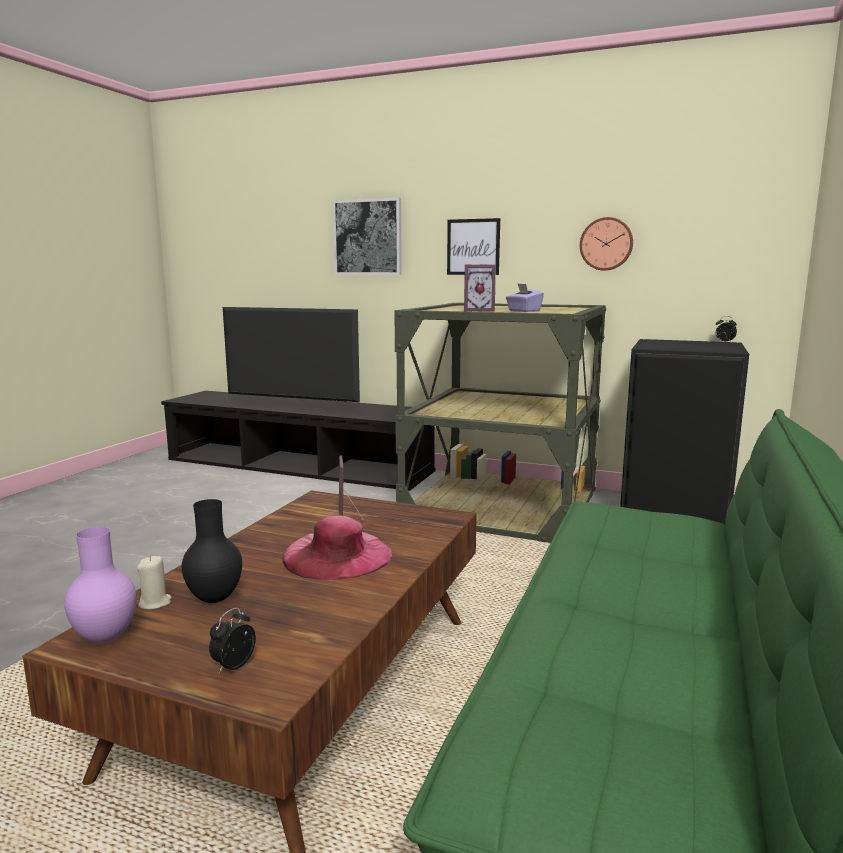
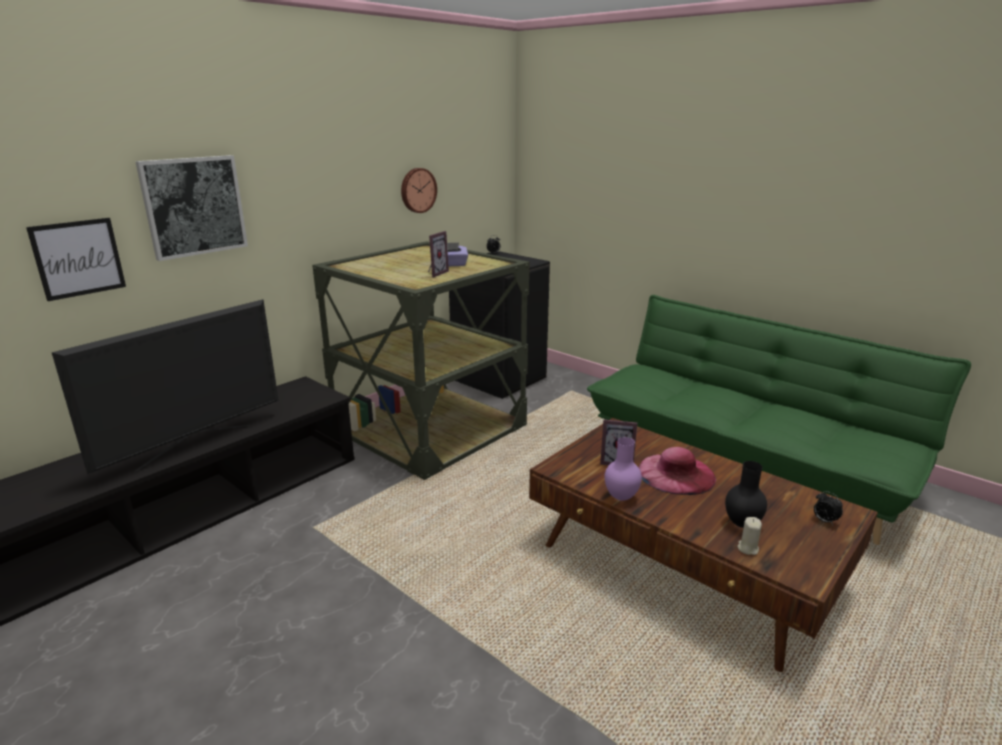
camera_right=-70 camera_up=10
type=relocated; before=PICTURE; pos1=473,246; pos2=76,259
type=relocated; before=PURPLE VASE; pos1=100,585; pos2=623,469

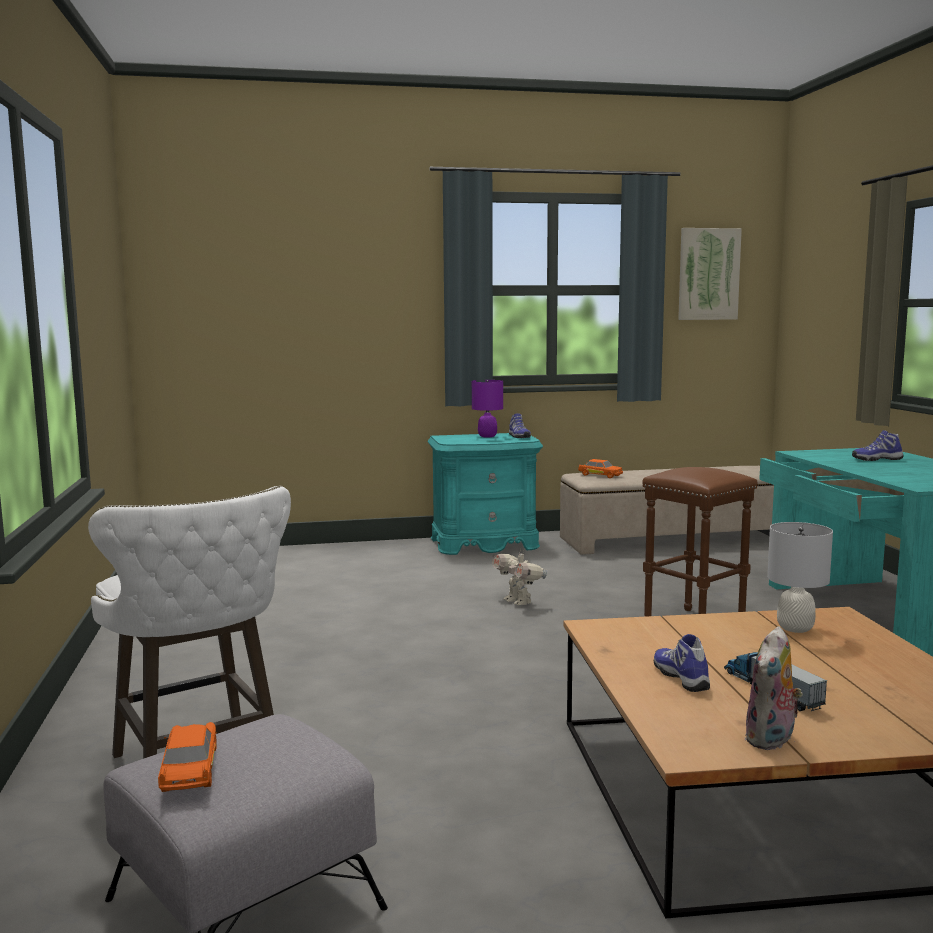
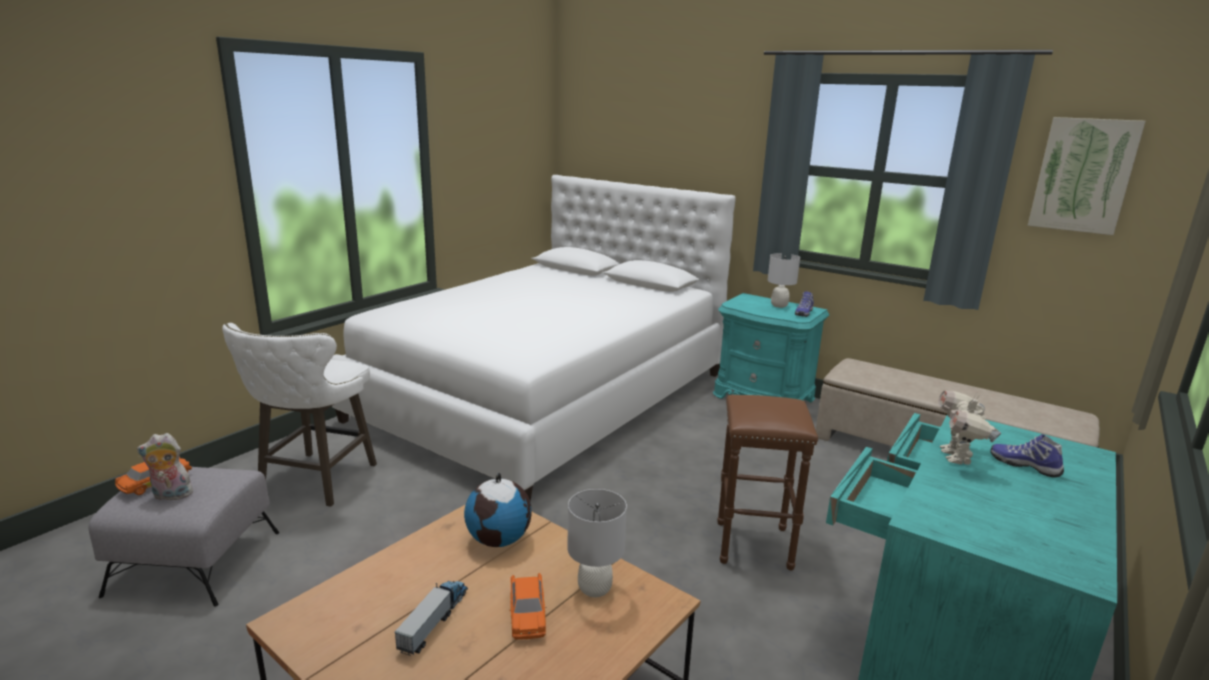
camera_right=45 camera_up=10
type=colour; before=PURPLE TABLE LAMP; after=GREY TABLE LAMP; pos1=487,408; pos2=784,280
type=relocated; before=ORANGE TOY CAR; pos1=600,468; pos2=528,606
type=relocated; before=TOY ROBOT; pos1=520,576; pos2=969,428
type=relocated; before=PLUSH TOY; pos1=773,688; pos2=165,466
type=missing; before=SHOE; pos1=682,663
type=appeared; after=WHITE BED; pos2=533,338
type=appeared; after=GLOBE; pos2=498,510

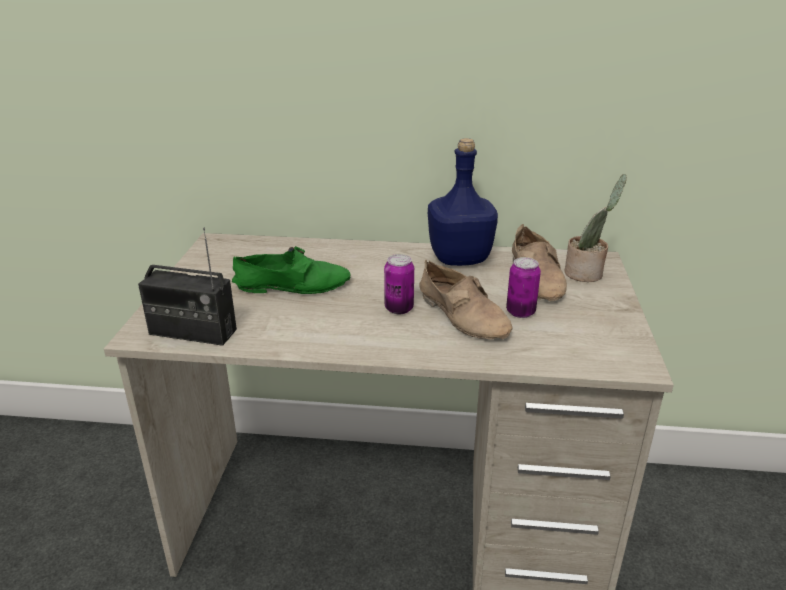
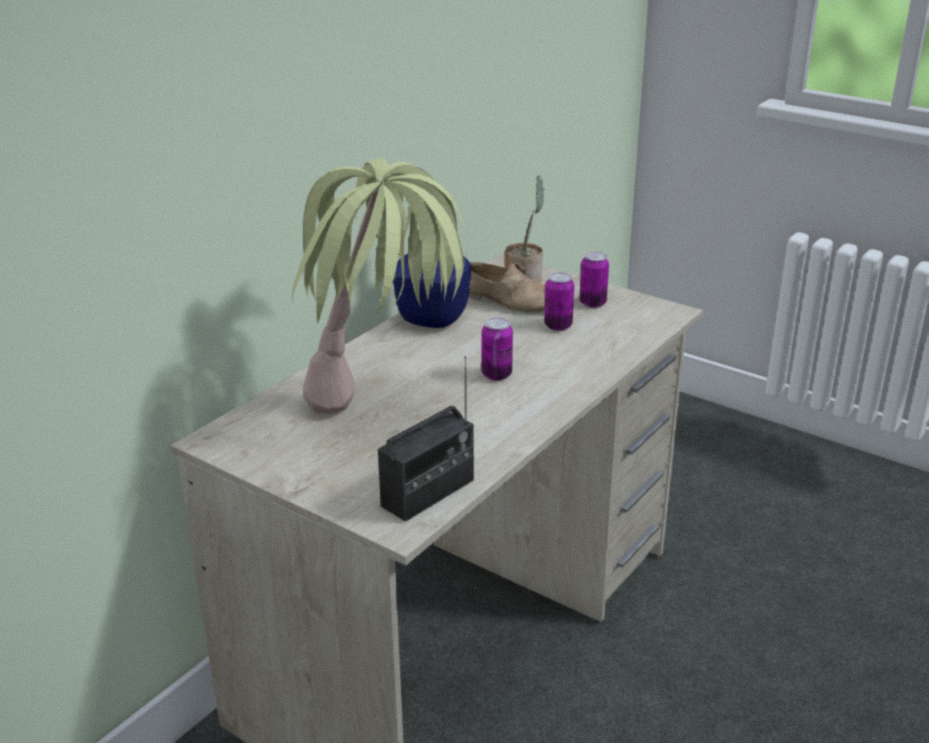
camera_right=-60 camera_up=0
type=exchanged; before=GREEN SHOE; after=POTTED PLANT; pos1=291,270; pos2=379,285
type=missing; before=BEIGE SHOE; pos1=466,300
type=appeared; after=CAN; pos2=594,280

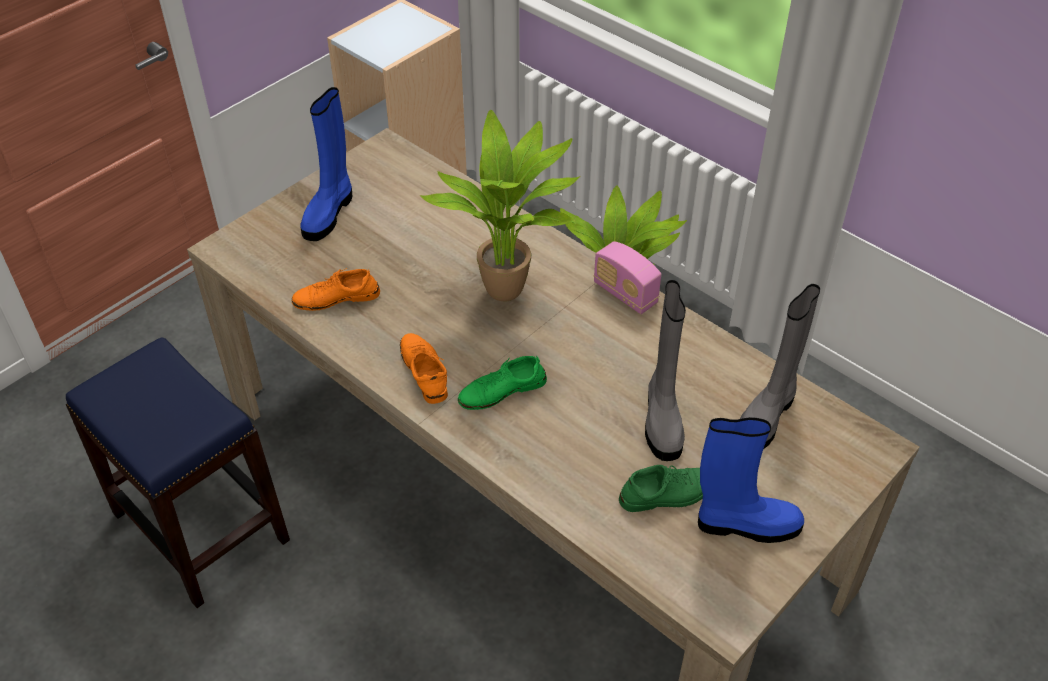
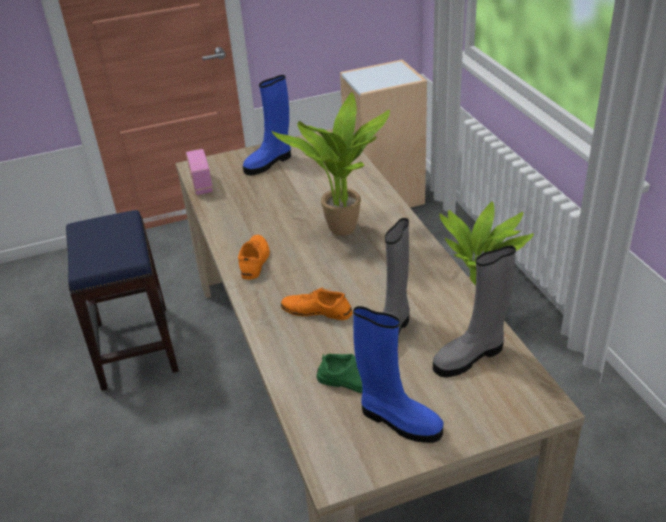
camera_right=30 camera_up=-10
type=relocated; before=RADIO; pos1=627,277; pos2=199,172
type=relocated; before=ORANGE SHOE; pos1=336,289; pos2=316,304
type=missing; before=GREEN SHOE; pos1=502,383

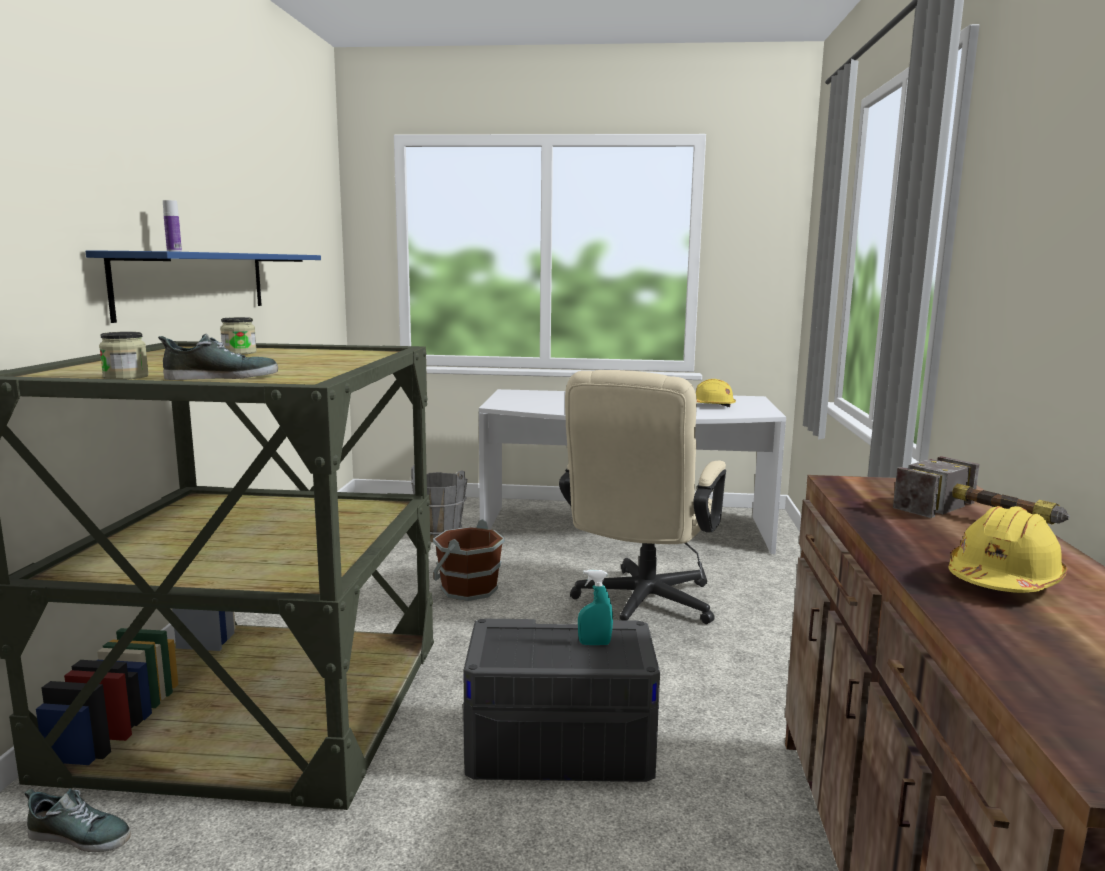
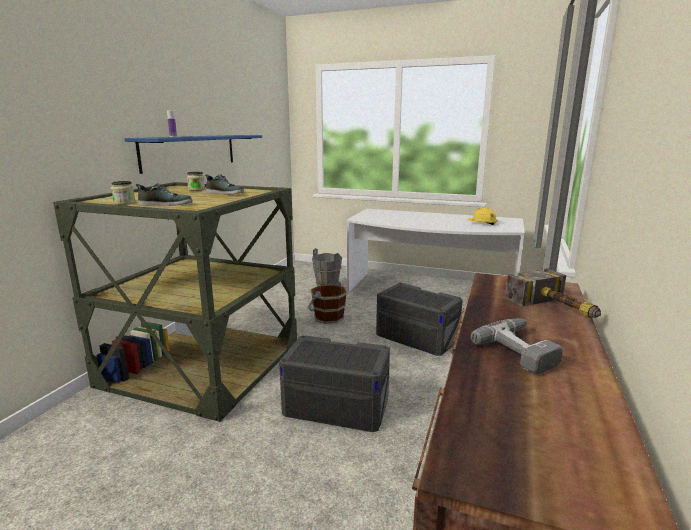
camera_right=15 camera_up=5
type=exchanged; before=BEIGE OFFICE CHAIR; after=GREY STORAGE BOX; pos1=642,497; pos2=419,319
type=exchanged; before=YELLOW HARD HAT; after=POWER DRILL; pos1=1008,549; pos2=517,346
type=missing; before=TURQUOISE SPRAY BOTTLE; pos1=595,607
type=relocated; before=SHOE; pos1=77,820; pos2=224,184

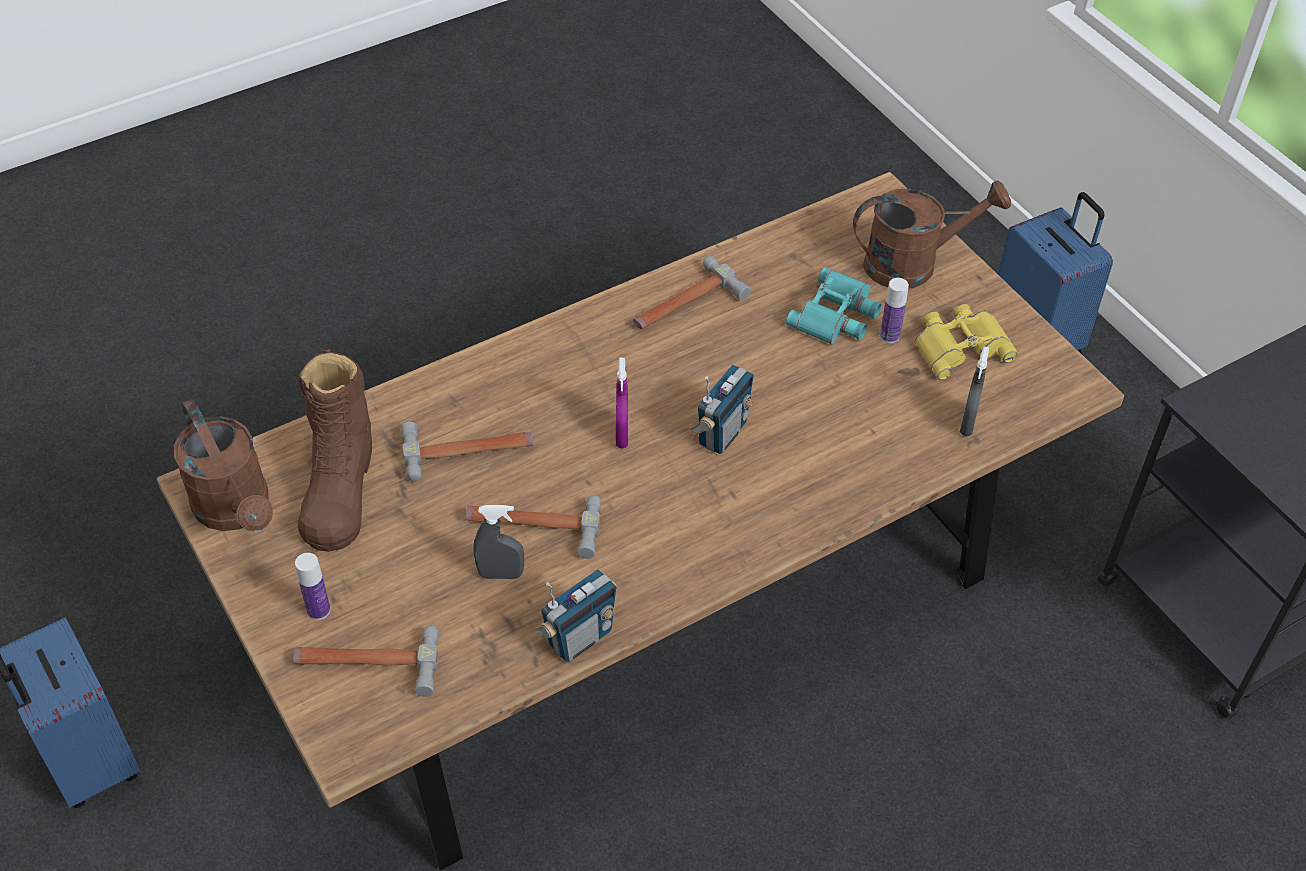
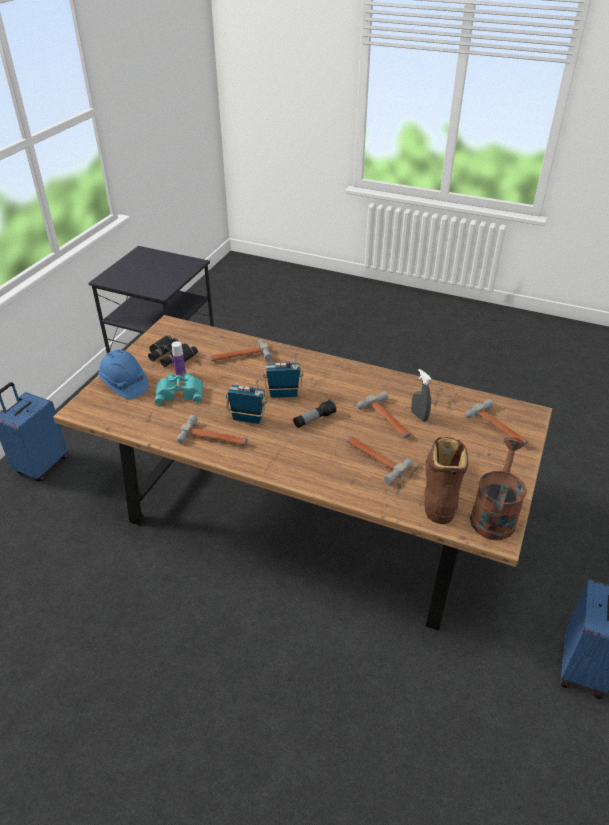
camera_right=-125 camera_up=-10
type=exchanged; before=BROWN WATERING CAN; after=BLUE HARD HAT; pos1=932,234; pos2=123,374
type=colour; before=YELLOW BINOCULARS; after=BLACK BINOCULARS; pos1=966,342; pos2=173,351
type=missing; before=GREY SPRAY BOTTLE; pos1=974,391
type=spun; before=BROWN BOOT; pos1=335,450; pos2=446,480; turn=-45
type=exchanged; before=PURPLE SPRAY BOTTLE; after=FLASHLIGHT; pos1=622,403; pos2=315,413
type=missing; before=BOTTLE; pos1=312,586
type=relocated; before=RADIO; pos1=576,615; pos2=247,401
type=appeared; after=HAMMER; pos2=241,350

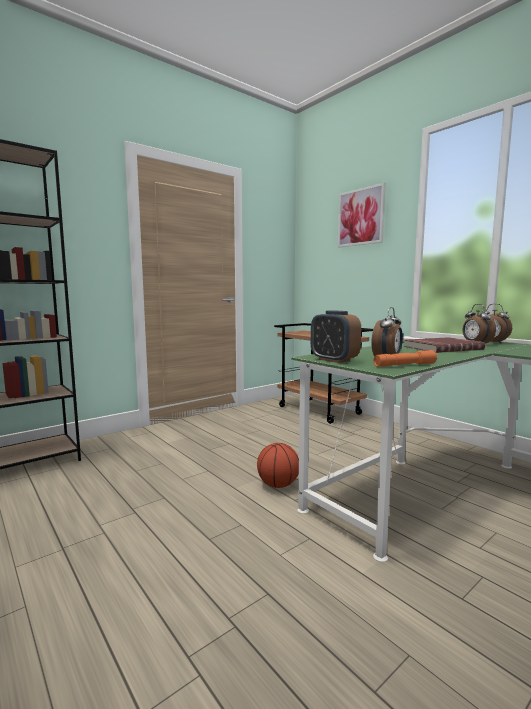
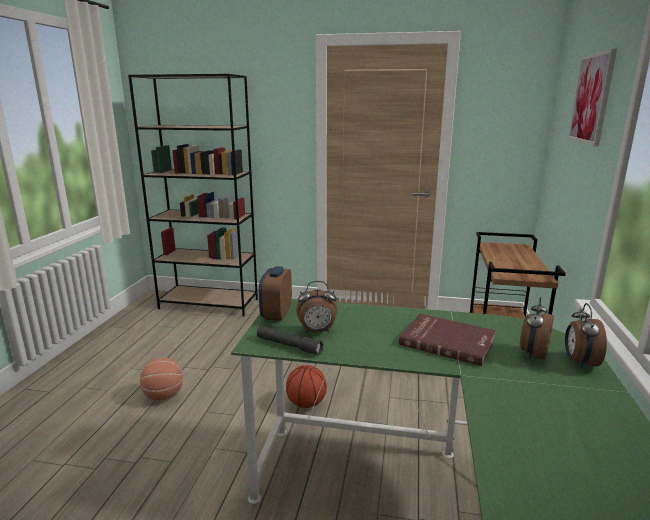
camera_right=50 camera_up=10
type=colour; before=ORANGE FLASHLIGHT; after=GREY FLASHLIGHT; pos1=405,358; pos2=290,341
type=appeared; after=BASKETBALL; pos2=161,379

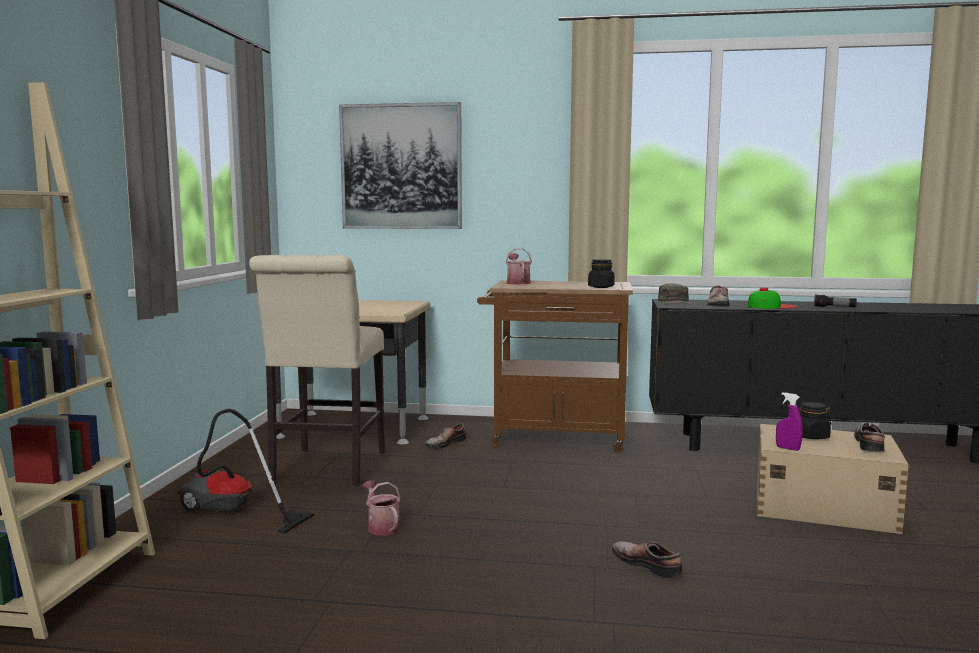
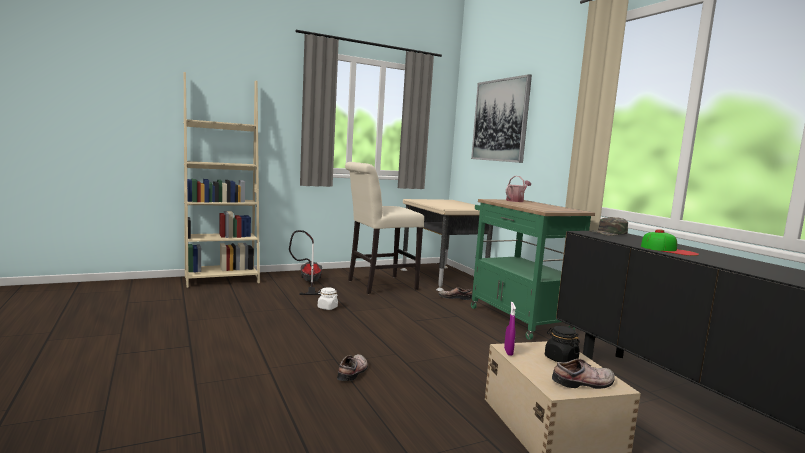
camera_right=55 camera_up=0
type=missing; before=BLACK JAR; pos1=601,273
type=colour; before=BROWN CART; after=GREEN CART; pos1=555,366; pos2=533,269
type=missing; before=SHOE; pos1=718,296
type=missing; before=FLASHLIGHT; pos1=835,301
type=exchanged; before=WATERING CAN; after=WHITE JAR; pos1=381,508; pos2=328,299

